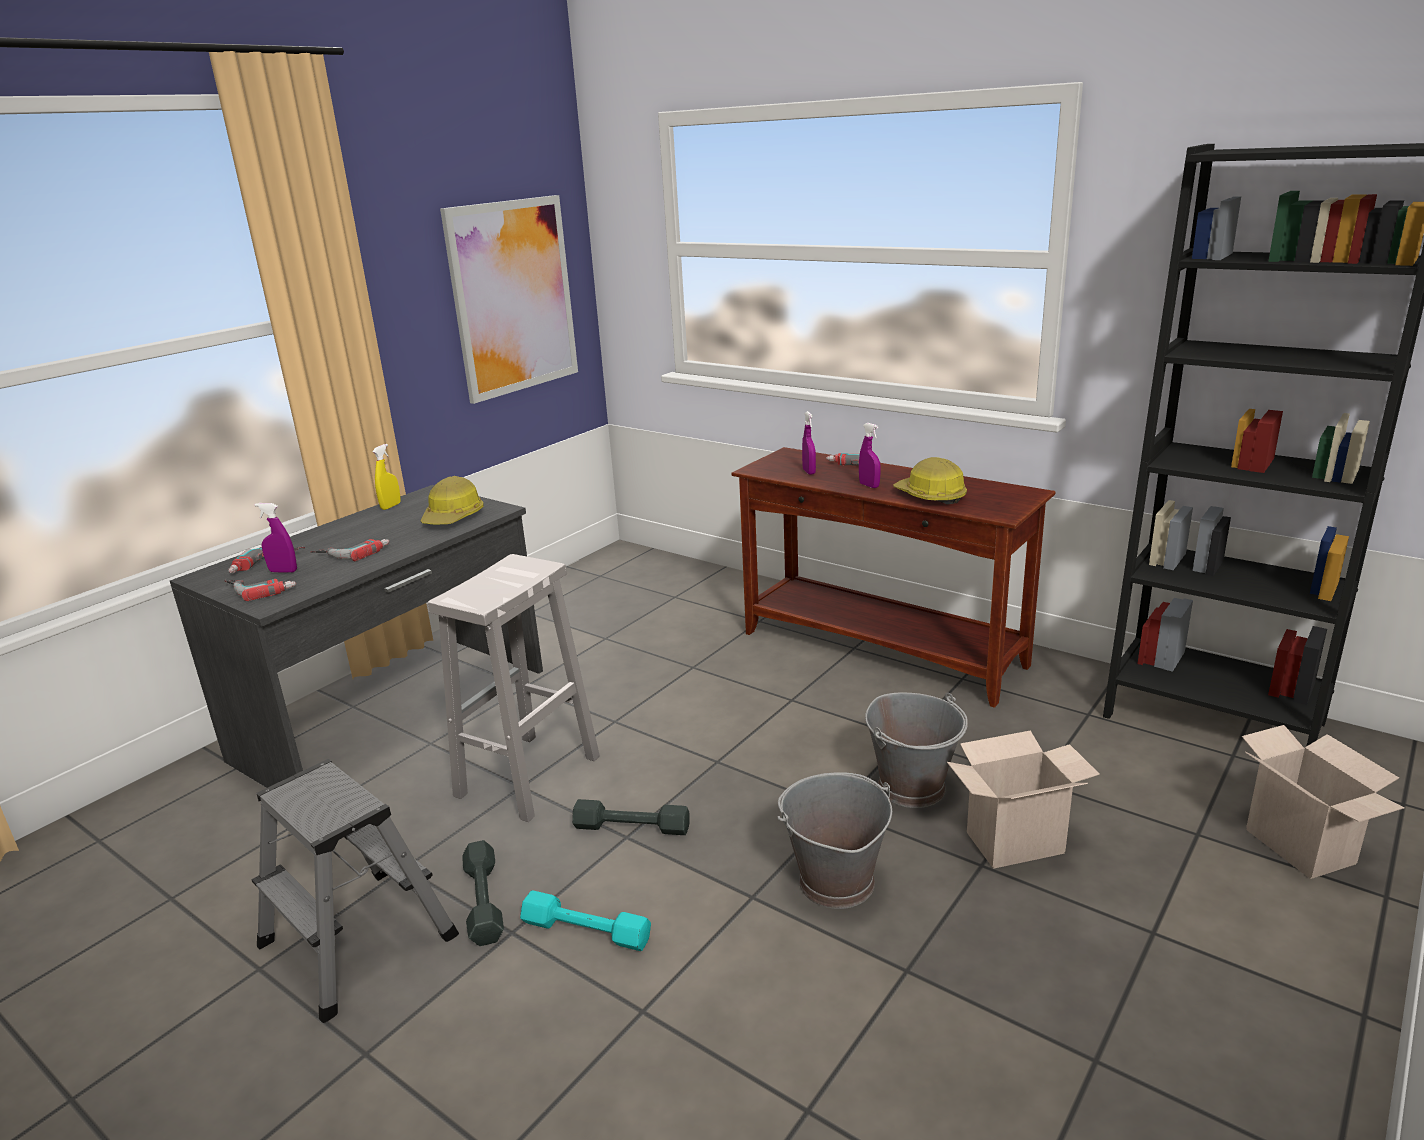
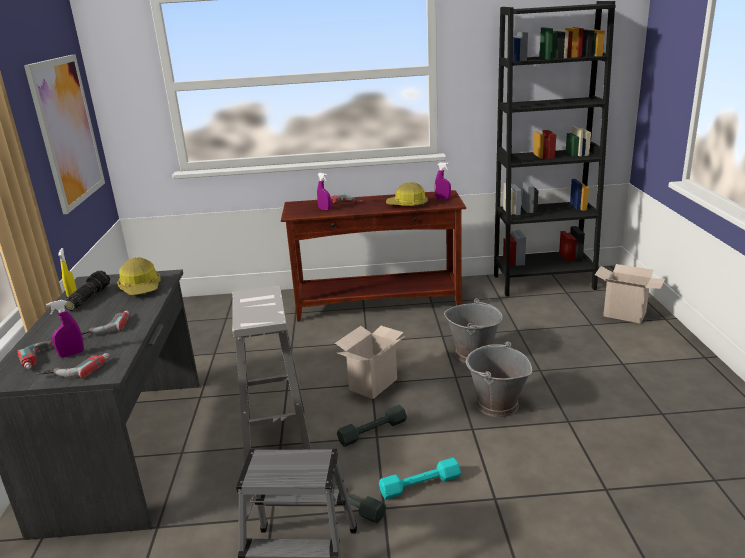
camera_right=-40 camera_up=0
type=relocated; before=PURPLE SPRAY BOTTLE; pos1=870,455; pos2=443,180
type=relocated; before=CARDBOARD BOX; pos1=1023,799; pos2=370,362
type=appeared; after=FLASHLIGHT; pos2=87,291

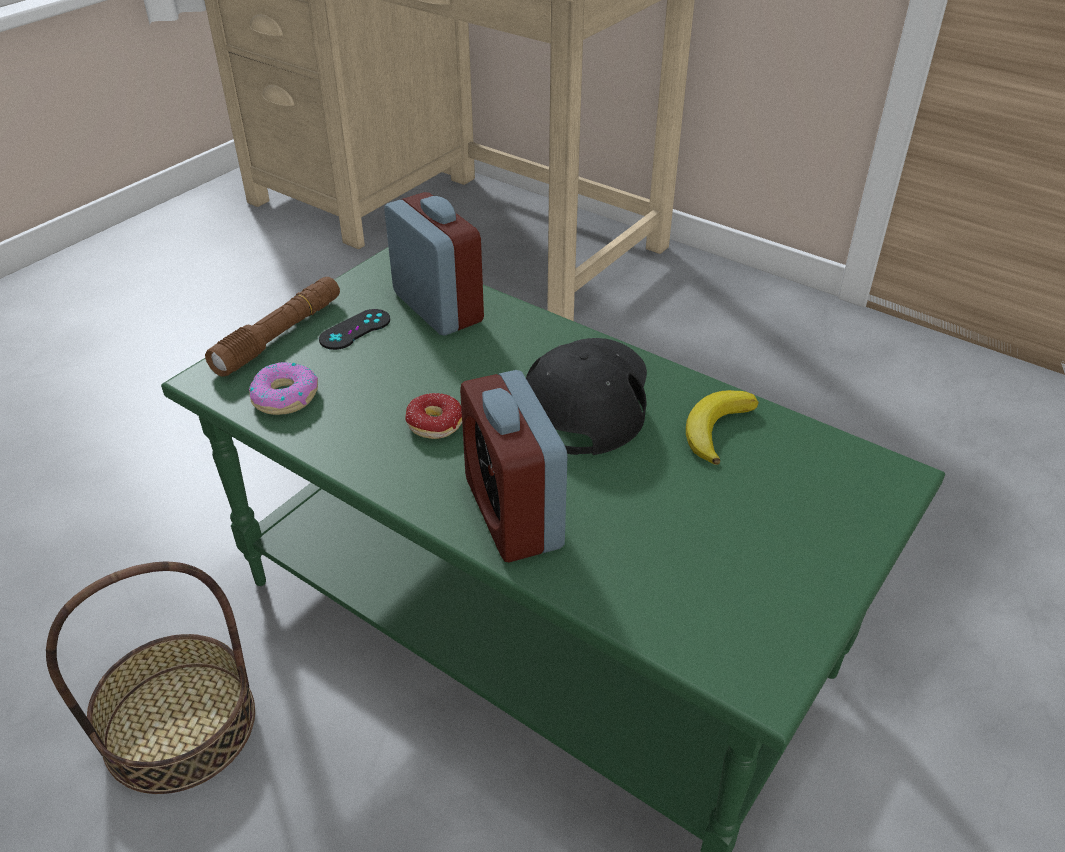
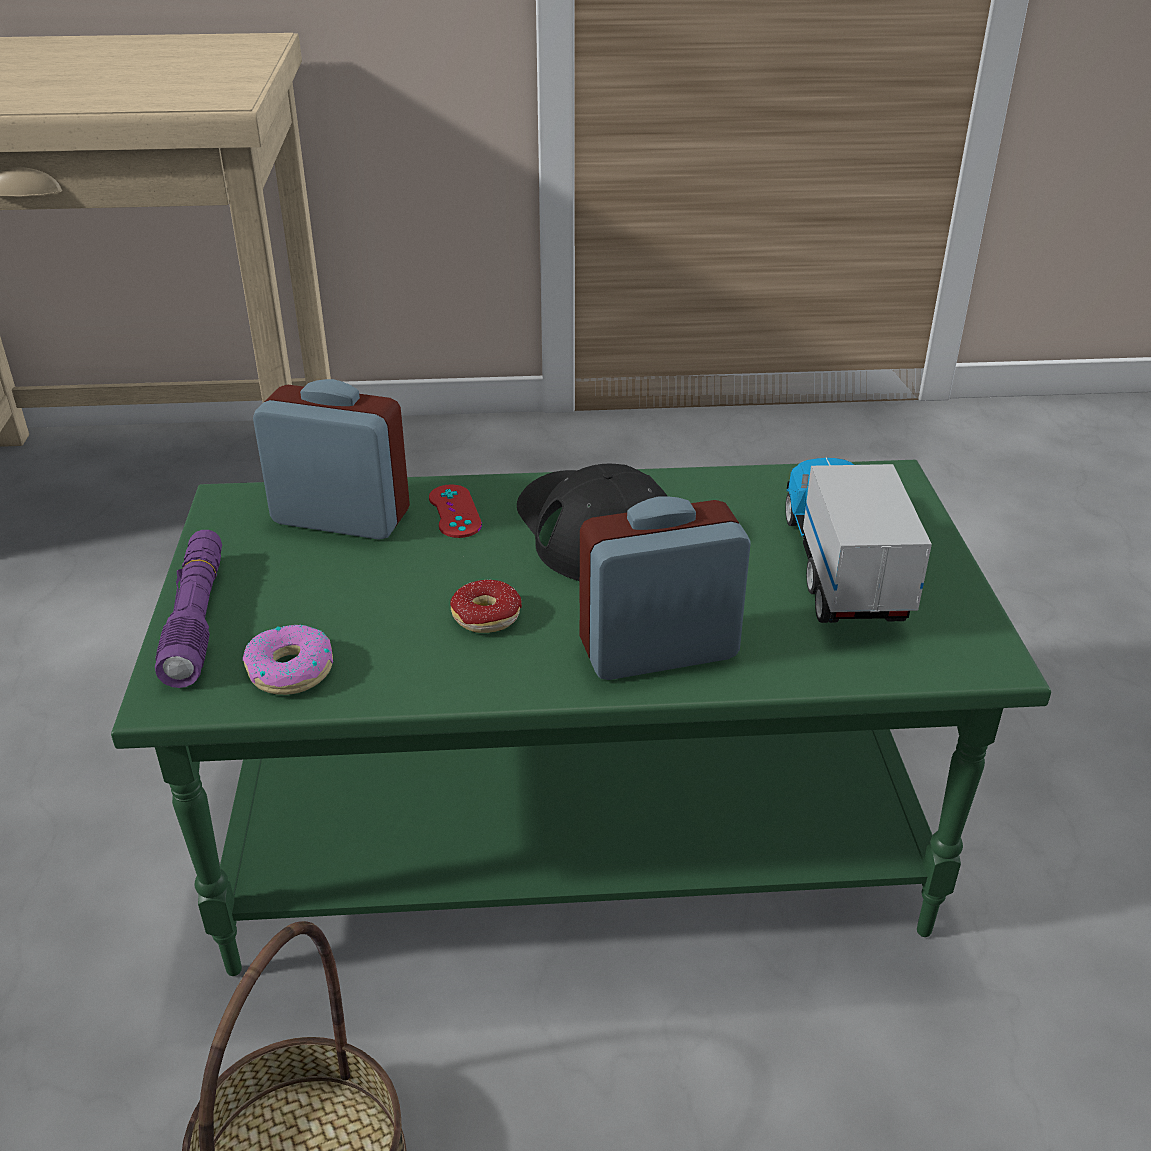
camera_right=-40 camera_up=-5
type=colour; before=BROWN FLASHLIGHT; after=PURPLE FLASHLIGHT; pos1=272,327; pos2=188,609
type=missing; before=BLACK GAME CONTROLLER; pos1=354,329
type=spun; before=ALARM CLOCK; pos1=514,466; pos2=665,588; turn=135
type=missing; before=BANANA; pos1=722,427
type=appeared; after=TOY TRUCK; pos2=858,534
type=appeared; after=RED GAME CONTROLLER; pos2=455,511

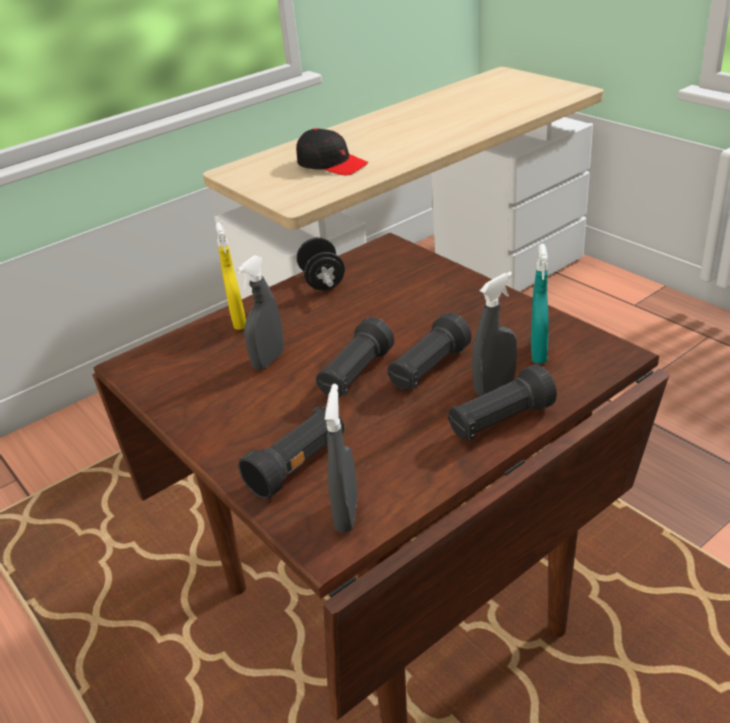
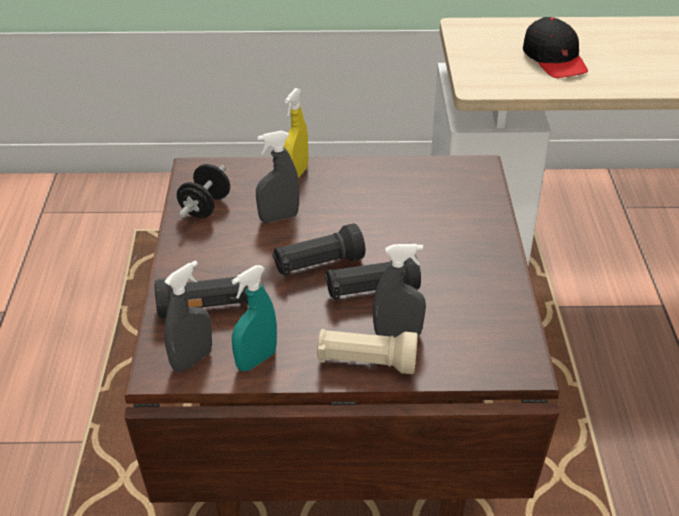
camera_right=35 camera_up=5
type=relocated; before=BLACK DUMBBELL; pos1=321,263; pos2=203,191
type=relocated; before=TURQUOISE SPRAY BOTTLE; pos1=540,304; pos2=254,318
type=colour; before=BLACK FLASHLIGHT; after=BEIGE FLASHLIGHT; pos1=502,402; pos2=367,351

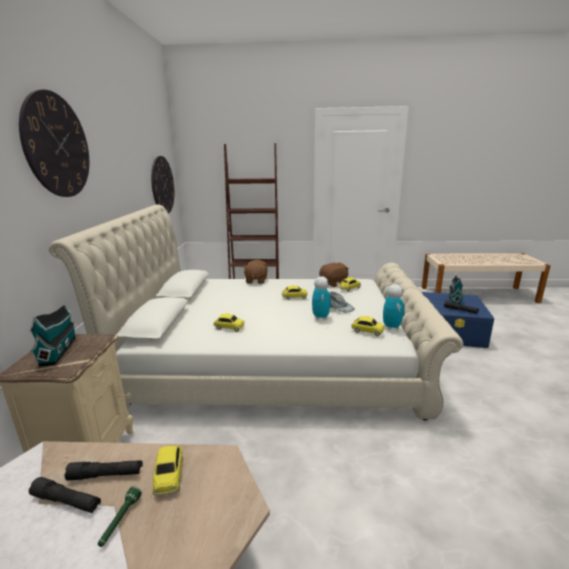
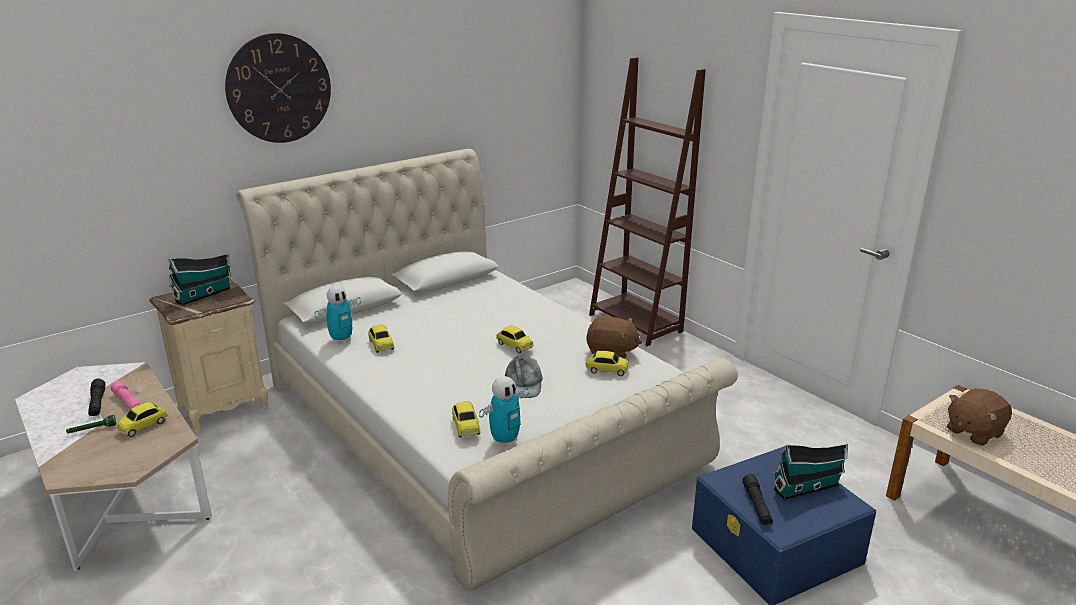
camera_right=50 camera_up=5
type=missing; before=WALL CLOCK; pos1=162,185
type=relocated; before=BROWN PLUSH TOY; pos1=255,272; pos2=979,417
type=relocated; before=TOY ROBOT; pos1=321,298; pos2=338,315
type=colour; before=BLACK FLASHLIGHT; after=PINK FLASHLIGHT; pos1=104,470; pos2=125,395

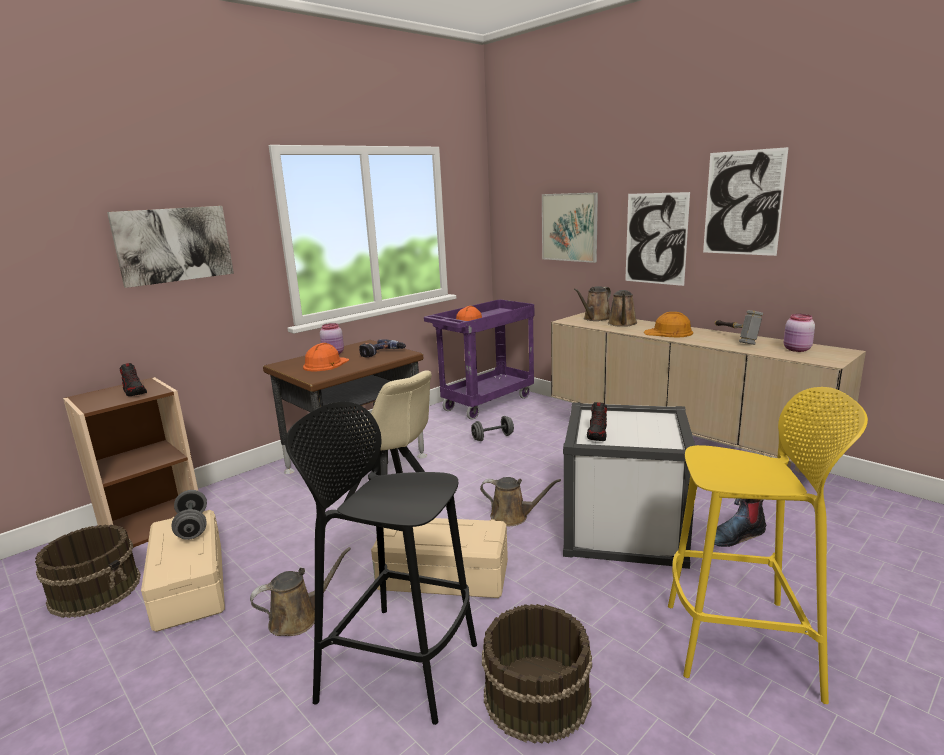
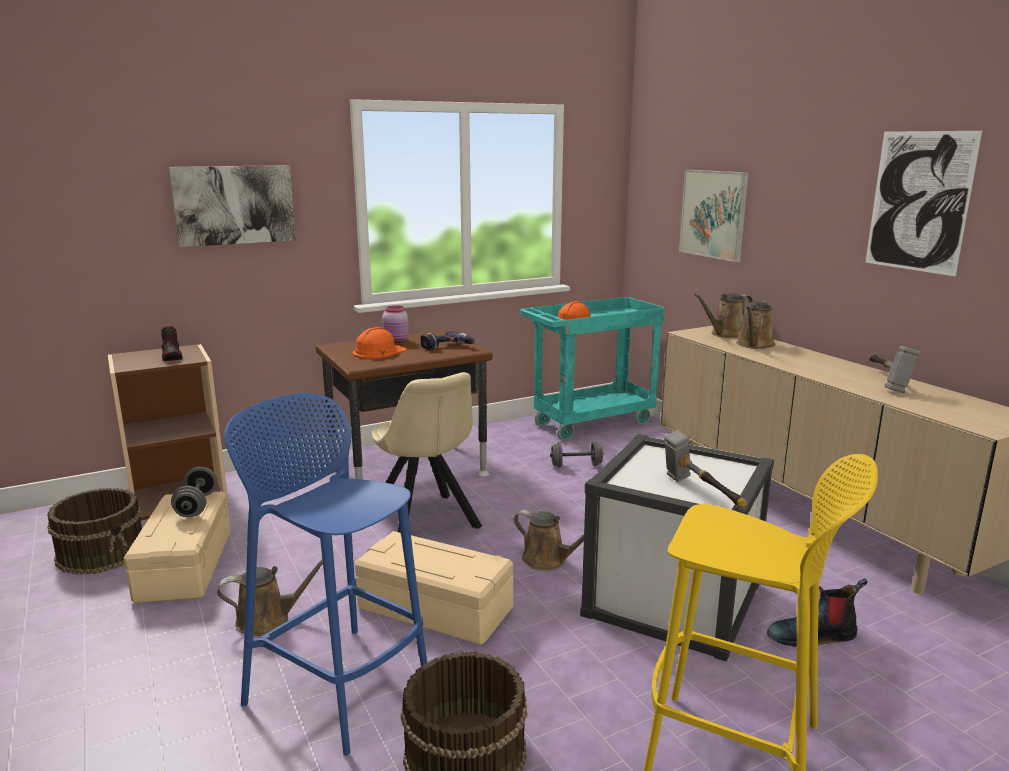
camera_right=15 camera_up=0
type=missing; before=PICTURE; pos1=657,239
type=colour; before=PURPLE CART; after=TURQUOISE CART; pos1=479,359; pos2=592,368
type=missing; before=ORANGE HARD HAT; pos1=668,324
type=missing; before=PINK JAR; pos1=799,333
type=colour; before=BLACK STOOL; after=BLUE STOOL; pos1=381,563; pos2=325,574
type=missing; before=SHOE; pos1=597,421
type=appeared; after=HAMMER; pos2=705,468

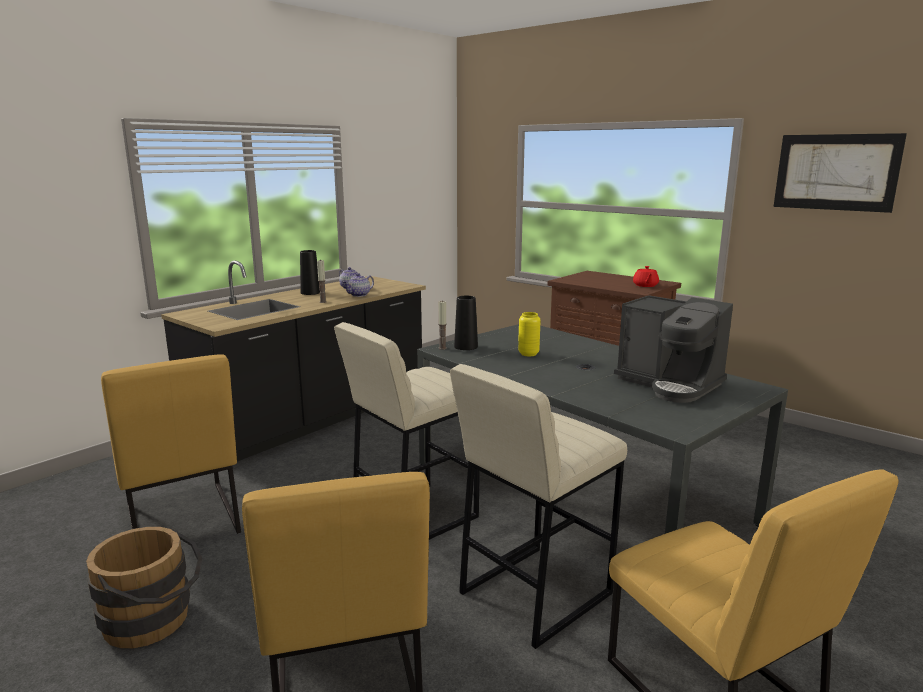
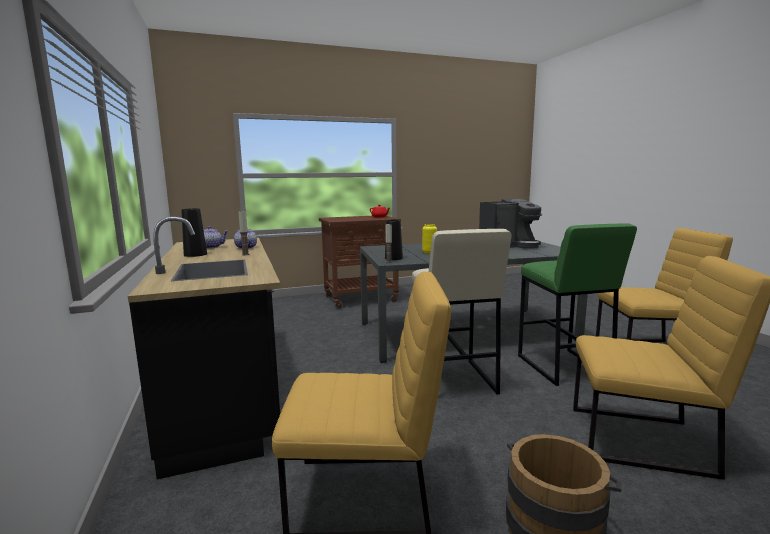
camera_right=-60 camera_up=-5
type=missing; before=PICTURE; pos1=840,173
type=colour; before=BEIGE STOOL; after=GREEN STOOL; pos1=538,506; pos2=577,304

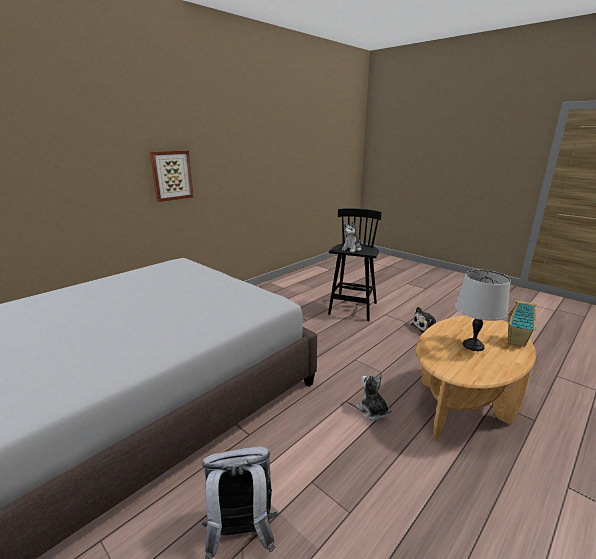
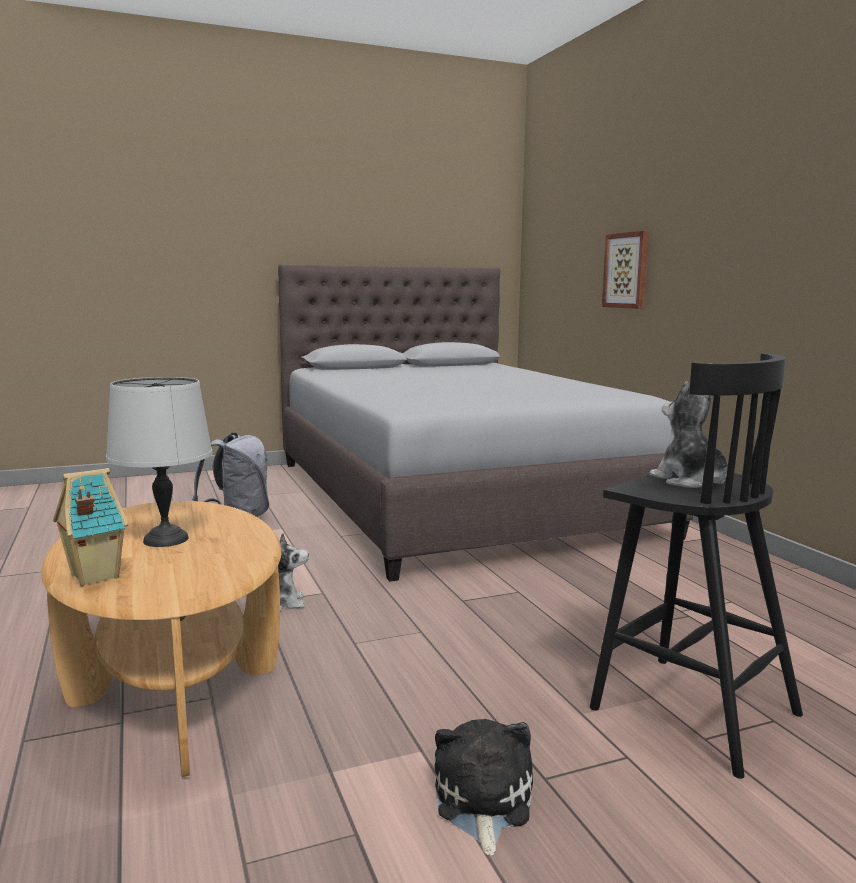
camera_right=115 camera_up=-10
type=relocated; before=PICTURE; pos1=172,176; pos2=625,270

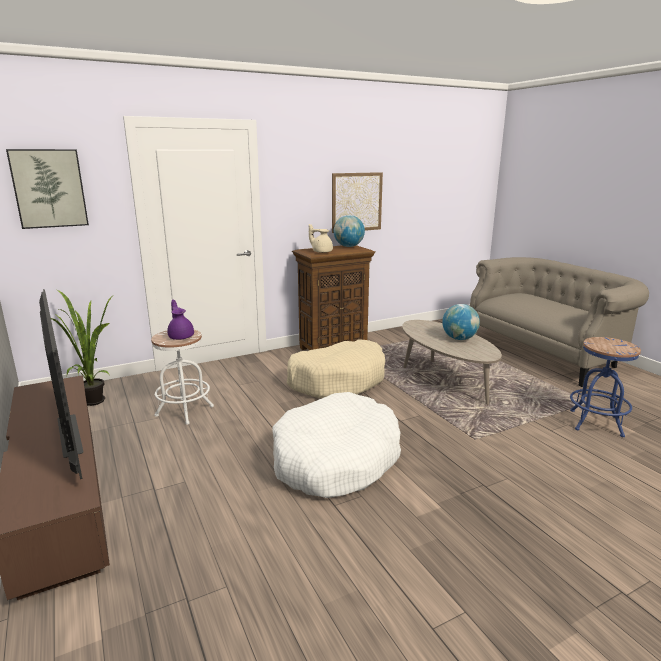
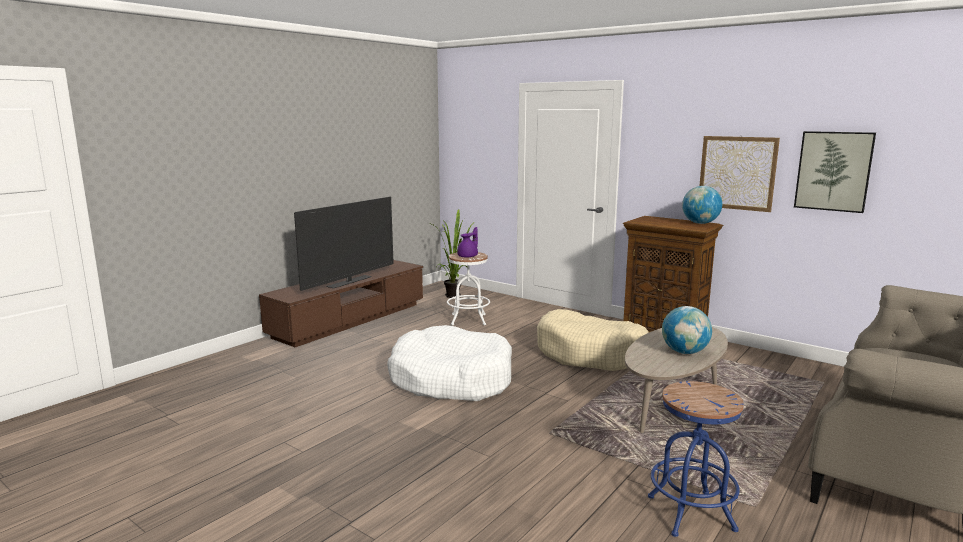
camera_right=65 camera_up=-5
type=relocated; before=PICTURE; pos1=47,189; pos2=835,172
type=missing; before=BEIGE TEAPOT; pos1=321,238

